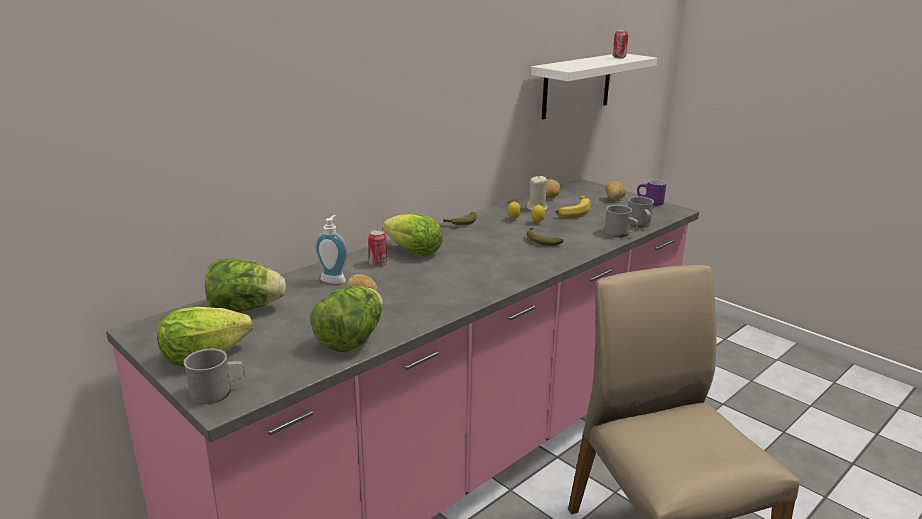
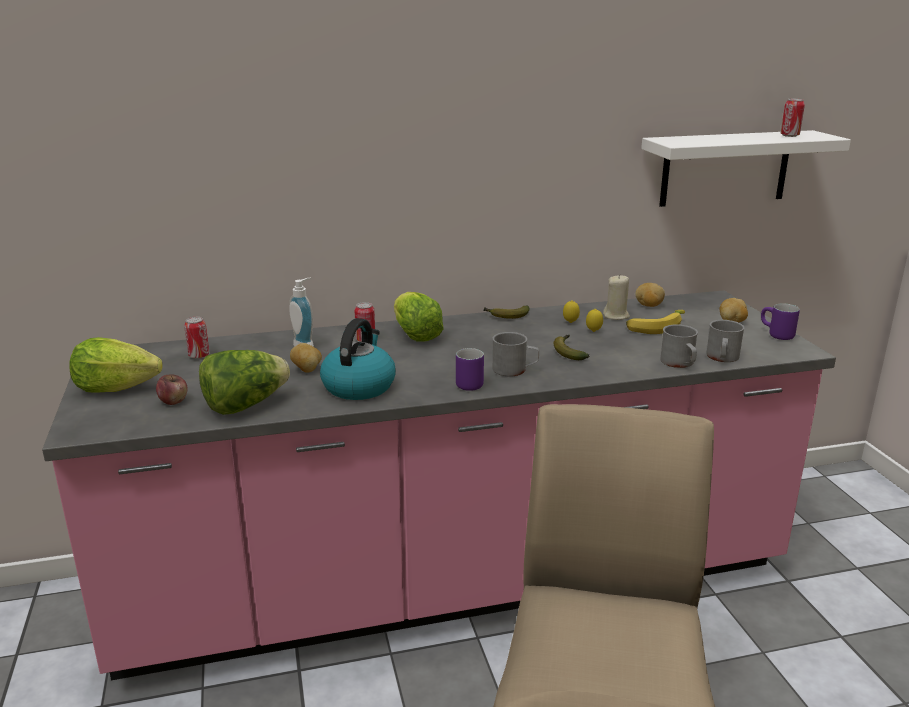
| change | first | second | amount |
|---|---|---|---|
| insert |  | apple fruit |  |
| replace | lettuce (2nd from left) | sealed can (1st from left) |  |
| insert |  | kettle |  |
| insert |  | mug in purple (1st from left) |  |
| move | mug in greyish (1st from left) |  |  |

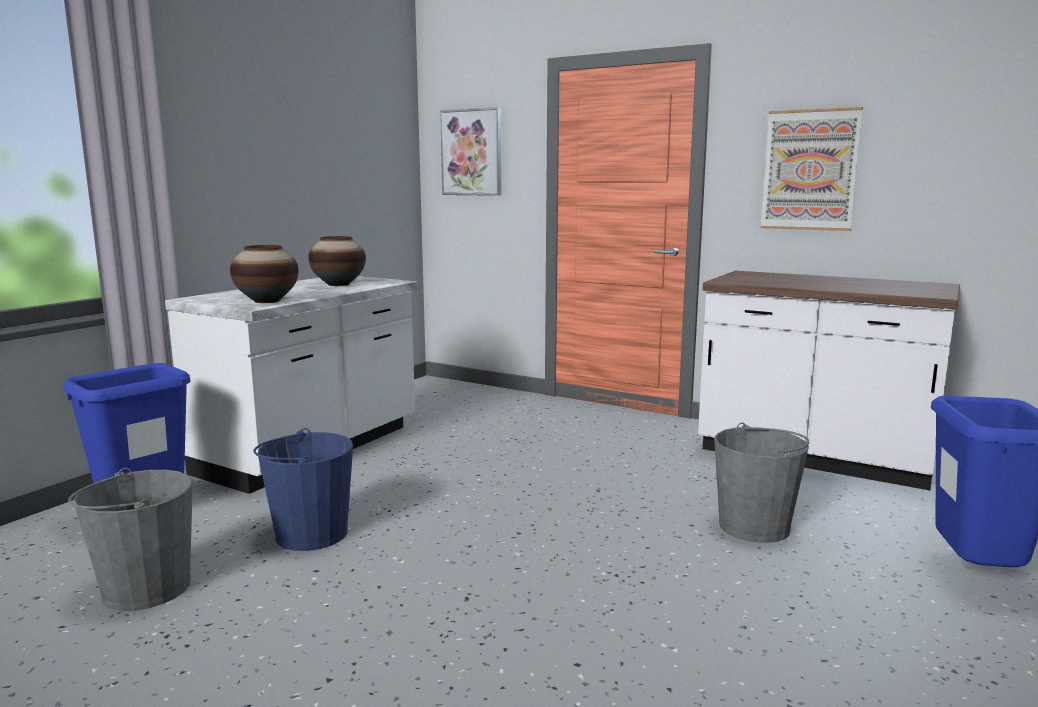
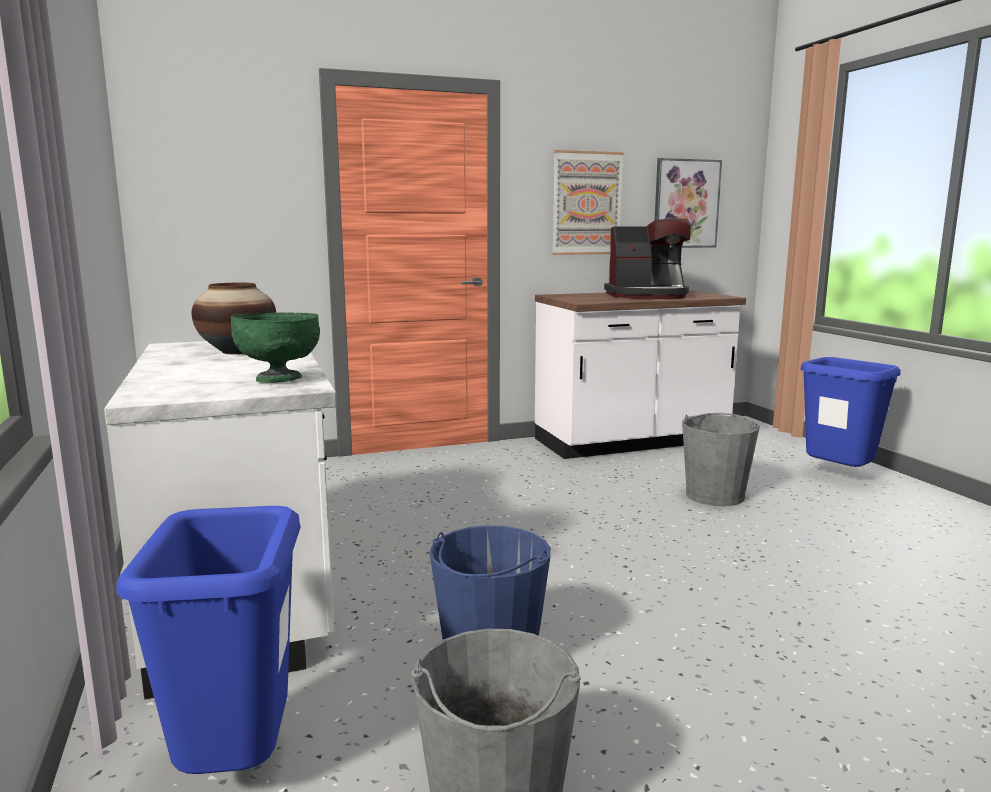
| change | first | second | amount |
|---|---|---|---|
| replace | decorative vase (1st from left) | deep dish in greenish |  |
| insert |  | coffee machine |  |
| move | wall art (1st from left in the first image) | wall art (2nd from left) |  |

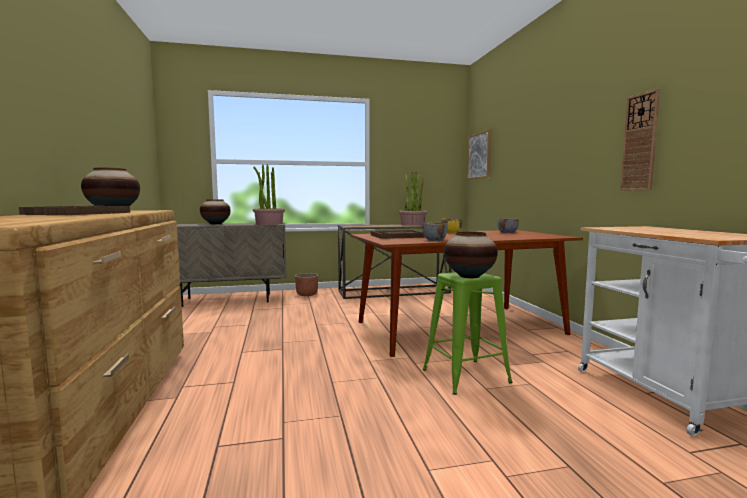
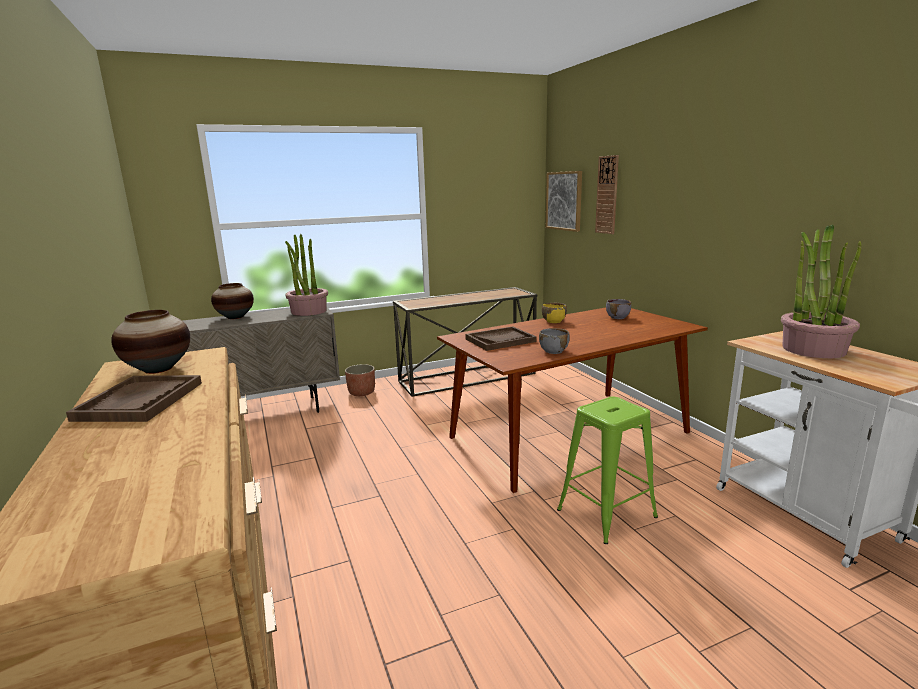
| change | first | second | amount |
|---|---|---|---|
| move | clock on the wall |  |  |
| move | houseplant (2nd from left) |  |  |
| delete | decorative vase (3rd from left) |  |  |

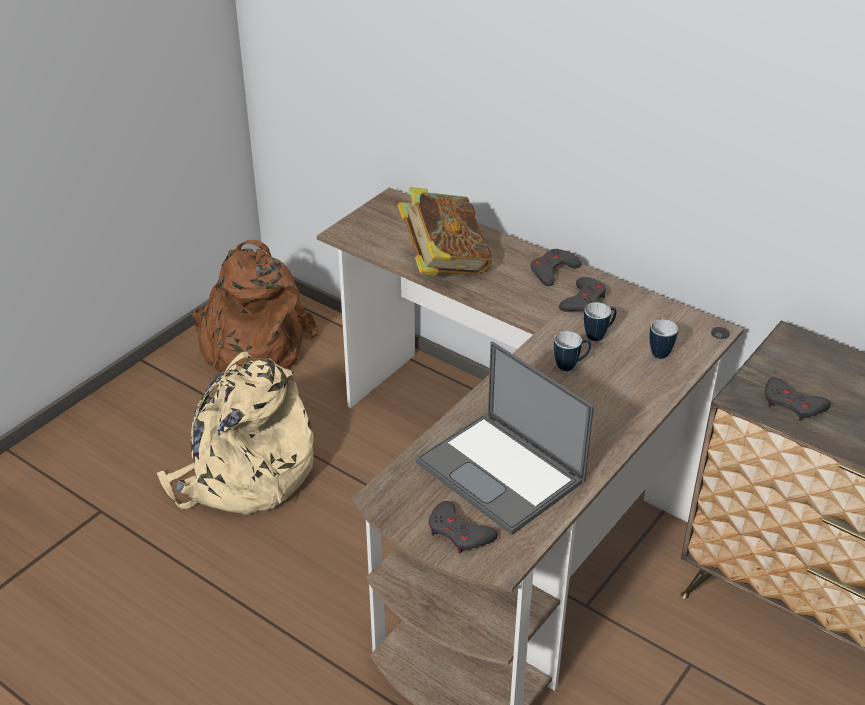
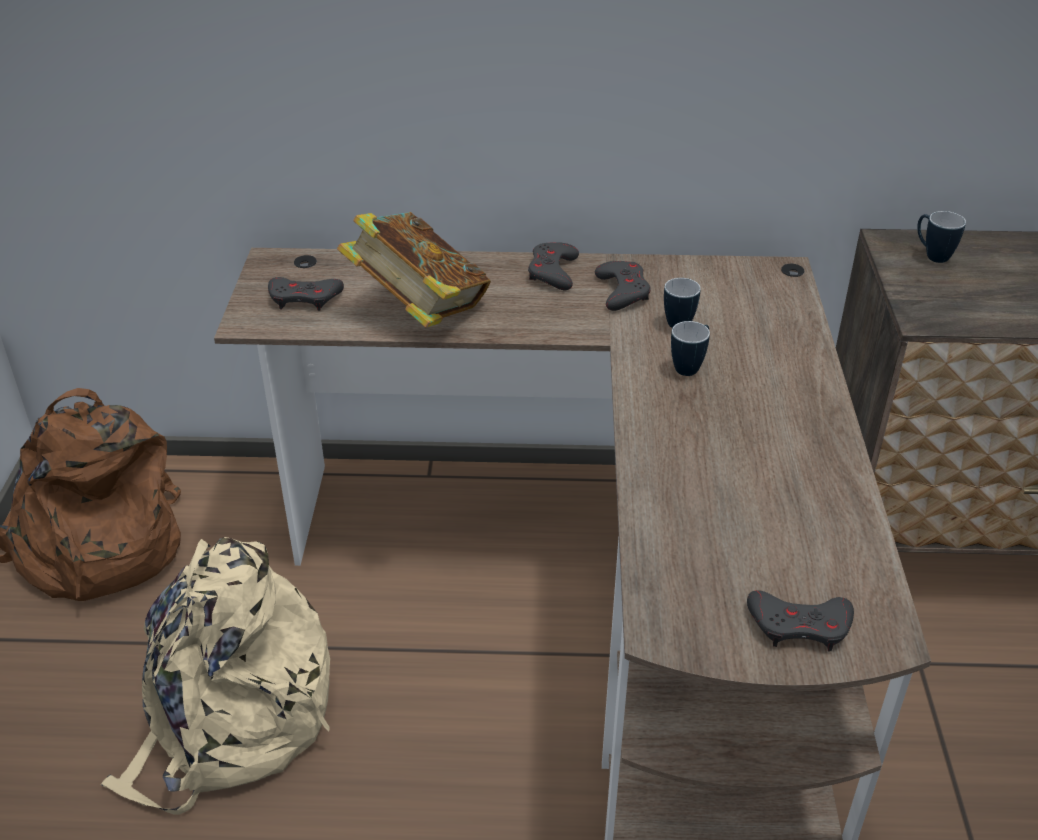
| change | first | second | amount |
|---|---|---|---|
| move | joypad in greyish (4th from left in the first image) | joypad in greyish (1st from left) |  |
| move | mug (3rd from left) |  |  |
| delete | laptop |  |  |

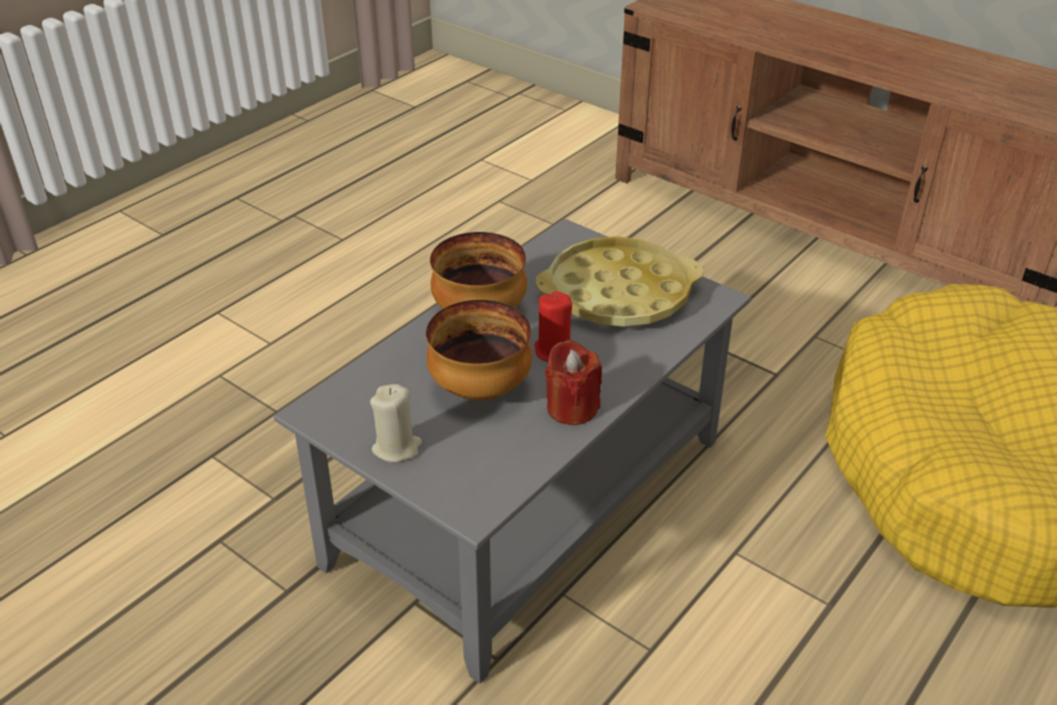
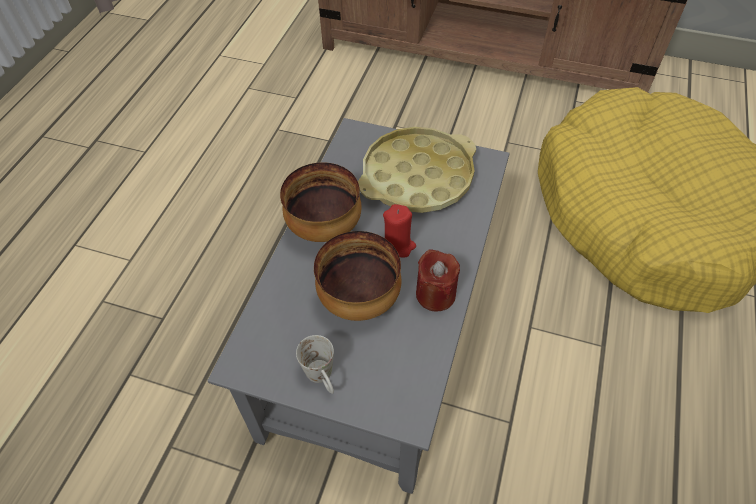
| change | first | second | amount |
|---|---|---|---|
| replace | candle in beige-coloured | mug in white |  |

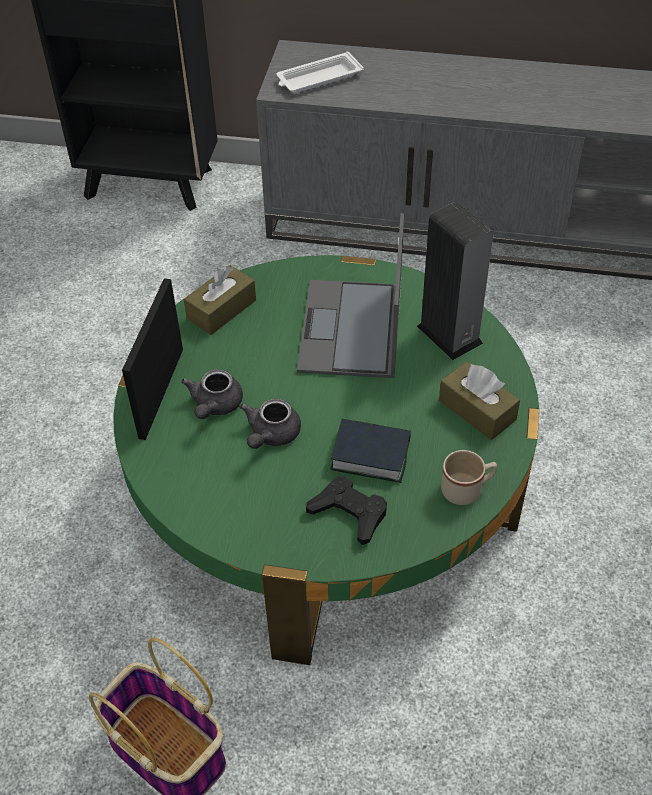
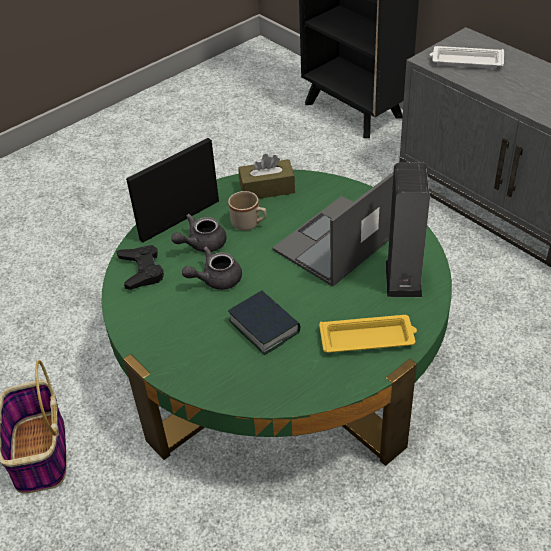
| change | first | second | amount |
|---|---|---|---|
| move | joypad in black |  |  |
| move | mug in beige-coloured |  |  |
| replace | box of tissues in brown (2nd from left) | serving tray in yellow |  |

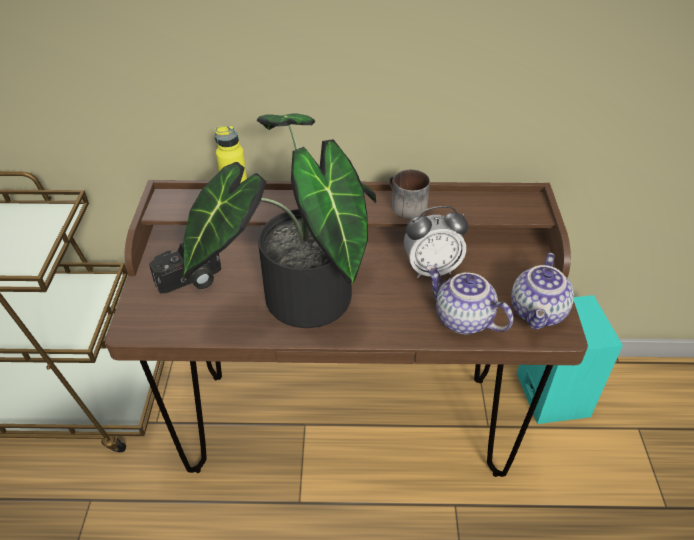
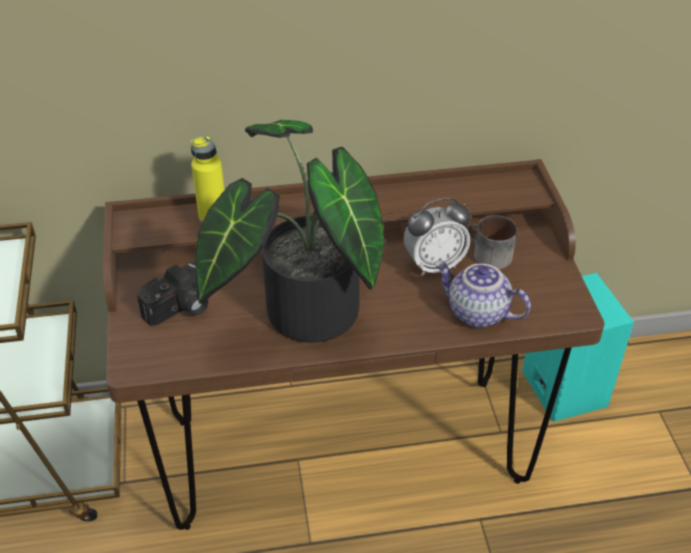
| change | first | second | amount |
|---|---|---|---|
| move | mug |  |  |
| delete | tea pot (2nd from left) |  |  |

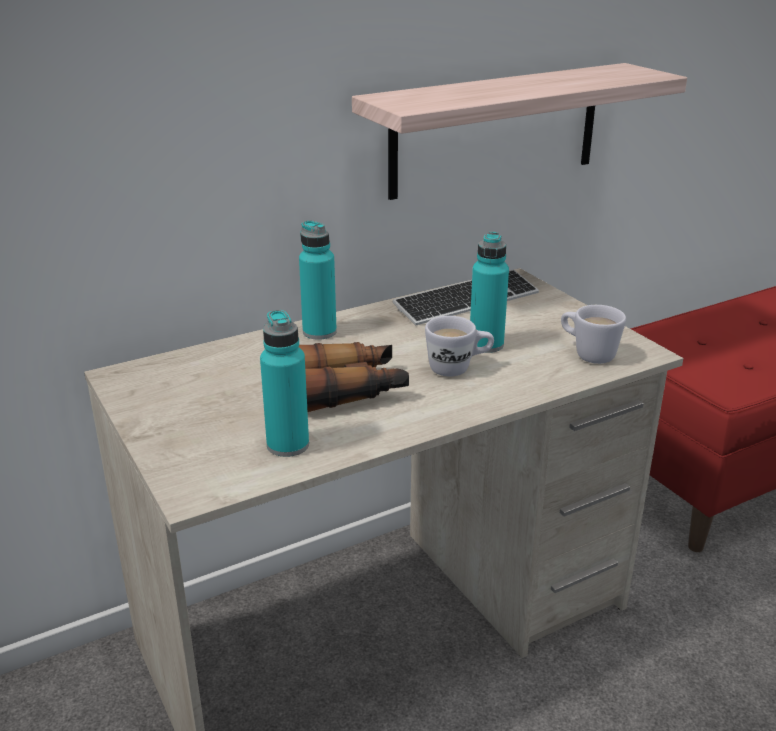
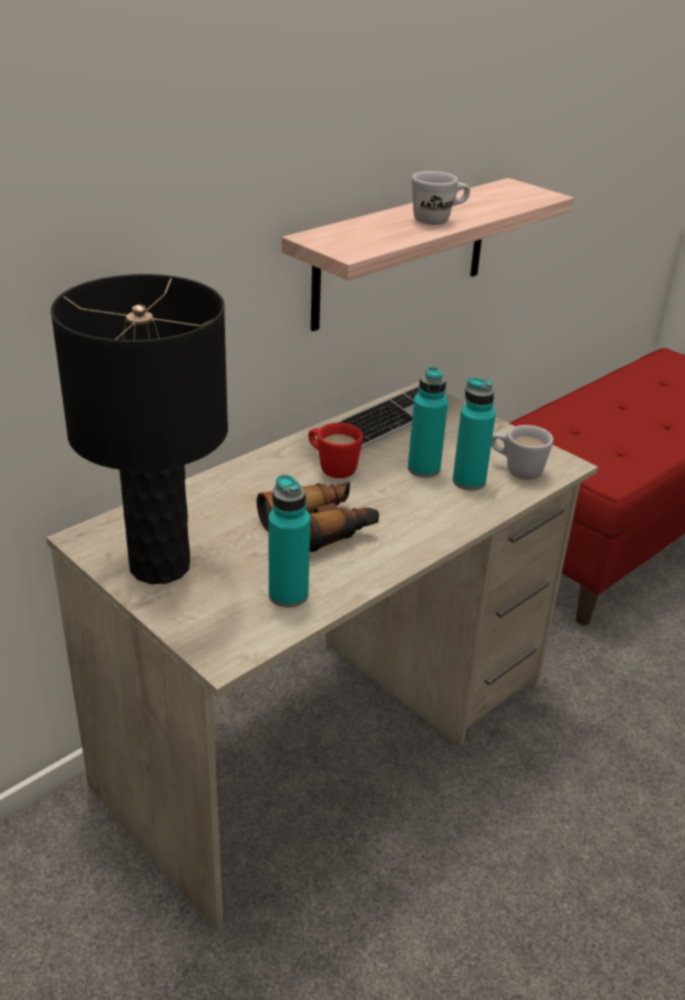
| change | first | second | amount |
|---|---|---|---|
| insert |  | table lamp in black |  |
| insert |  | mug in reddish |  |
| move | mug in white (1st from left) |  |  |
| move | beverage bottle in turquoise-coloured (2nd from left in the first image) | beverage bottle in turquoise-coloured (3rd from left) |  |

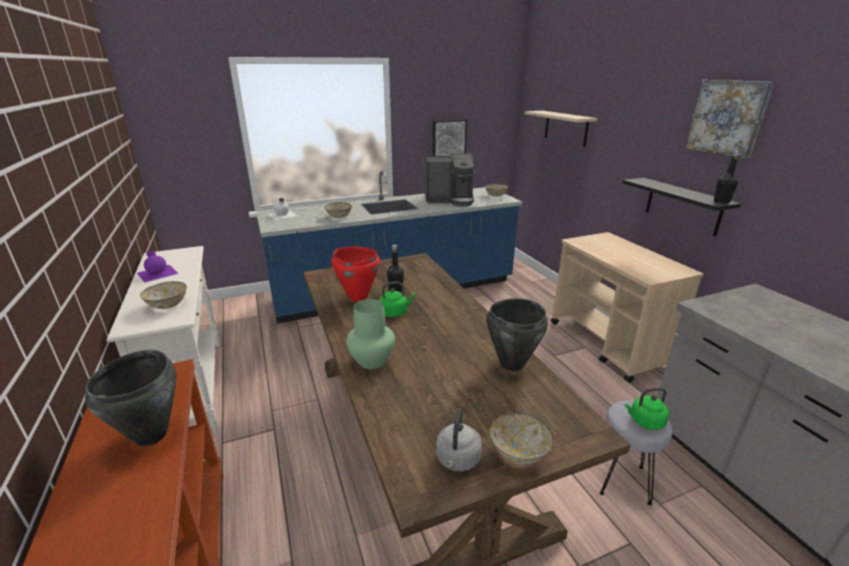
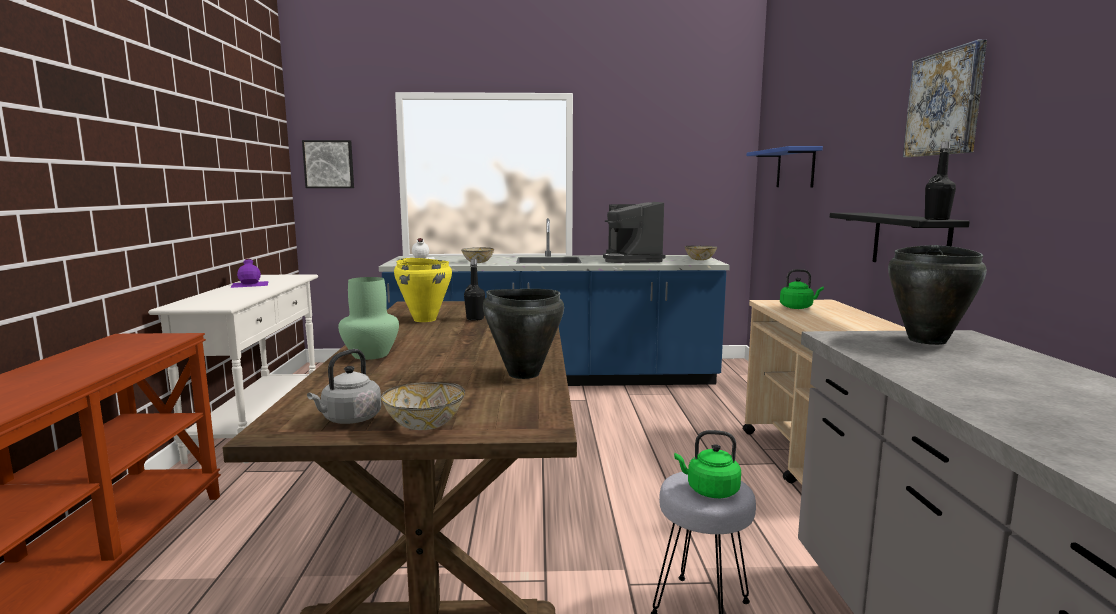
| change | first | second | amount |
|---|---|---|---|
| move | wall art (1st from left) |  |  |
| recolor | cooking pot in reddish | cooking pot in yellow |  |
| rotate | coffee machine |  | 60 degrees clockwise |
| recolor | bracket shelf in beige-coloured | bracket shelf in blue-coloured |  |
| move | kettle in greenish (1st from left in the first image) | kettle in greenish (2nd from left) |  |
| move | cooking pot in black (1st from left in the first image) | cooking pot in black (2nd from left) |  |
| delete | deep dish (1st from left) |  |  |

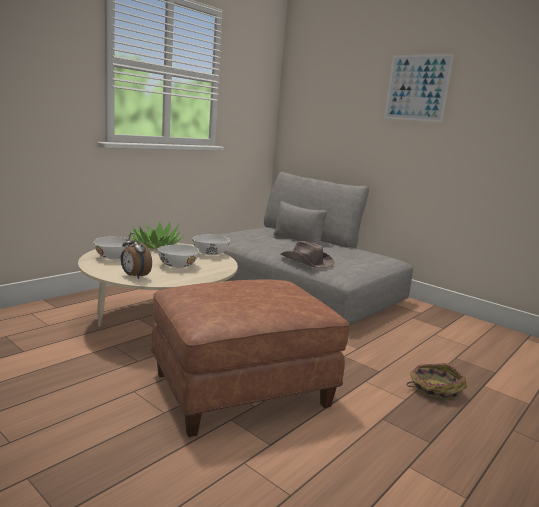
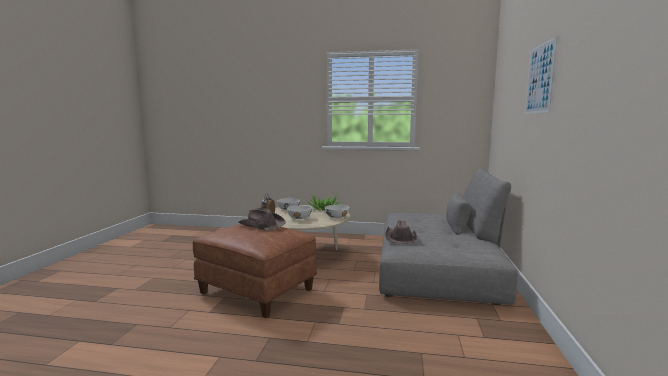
| change | first | second | amount |
|---|---|---|---|
| insert |  | wearable hat in brown (1st from left) |  |
| delete | household basket |  |  |

